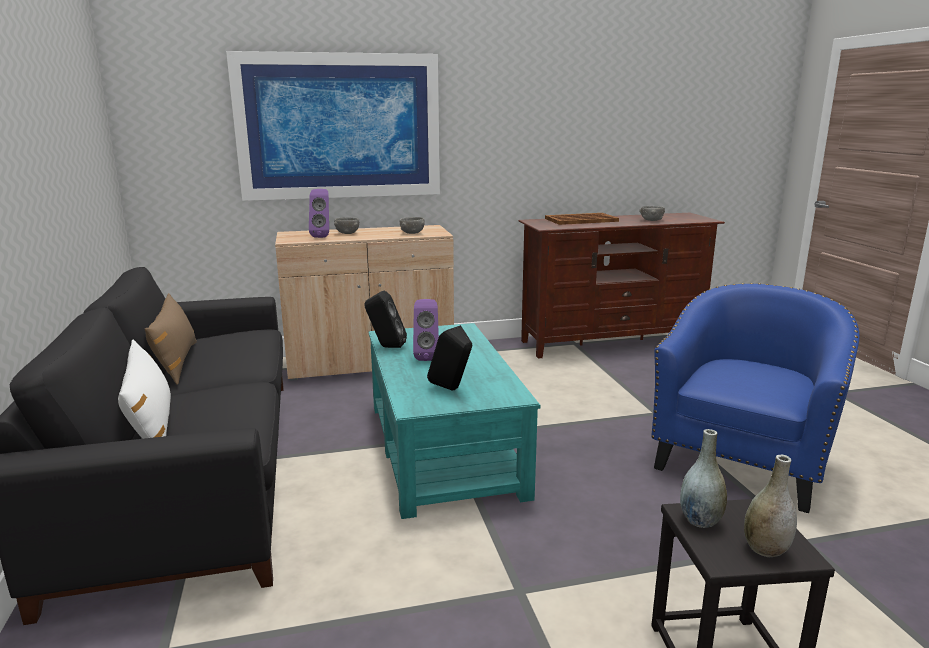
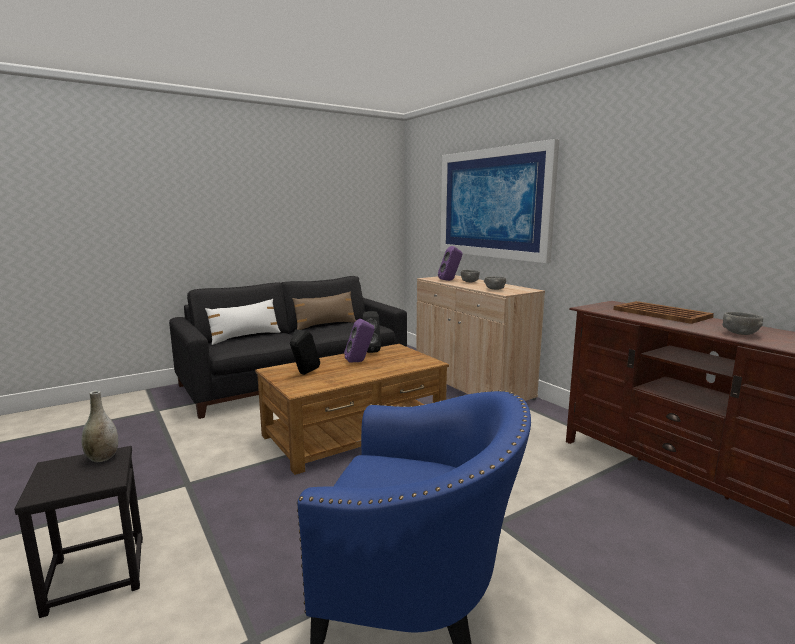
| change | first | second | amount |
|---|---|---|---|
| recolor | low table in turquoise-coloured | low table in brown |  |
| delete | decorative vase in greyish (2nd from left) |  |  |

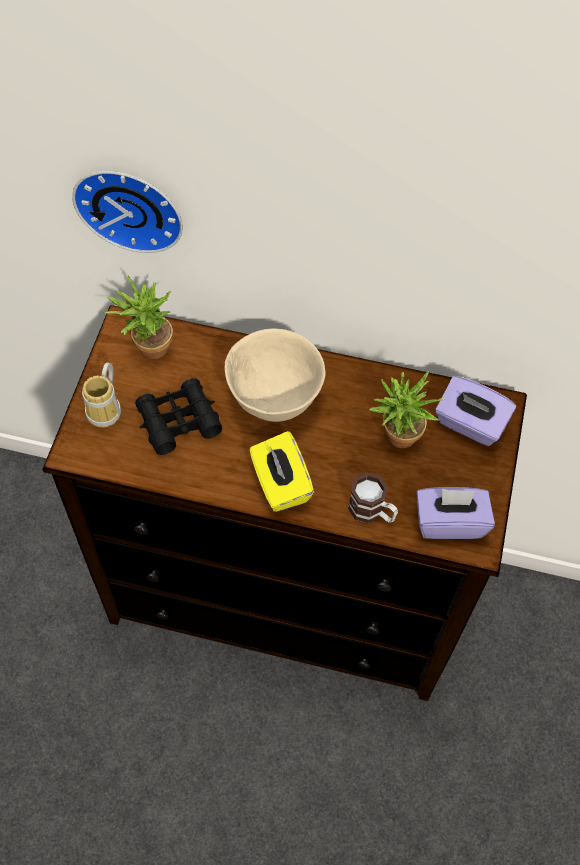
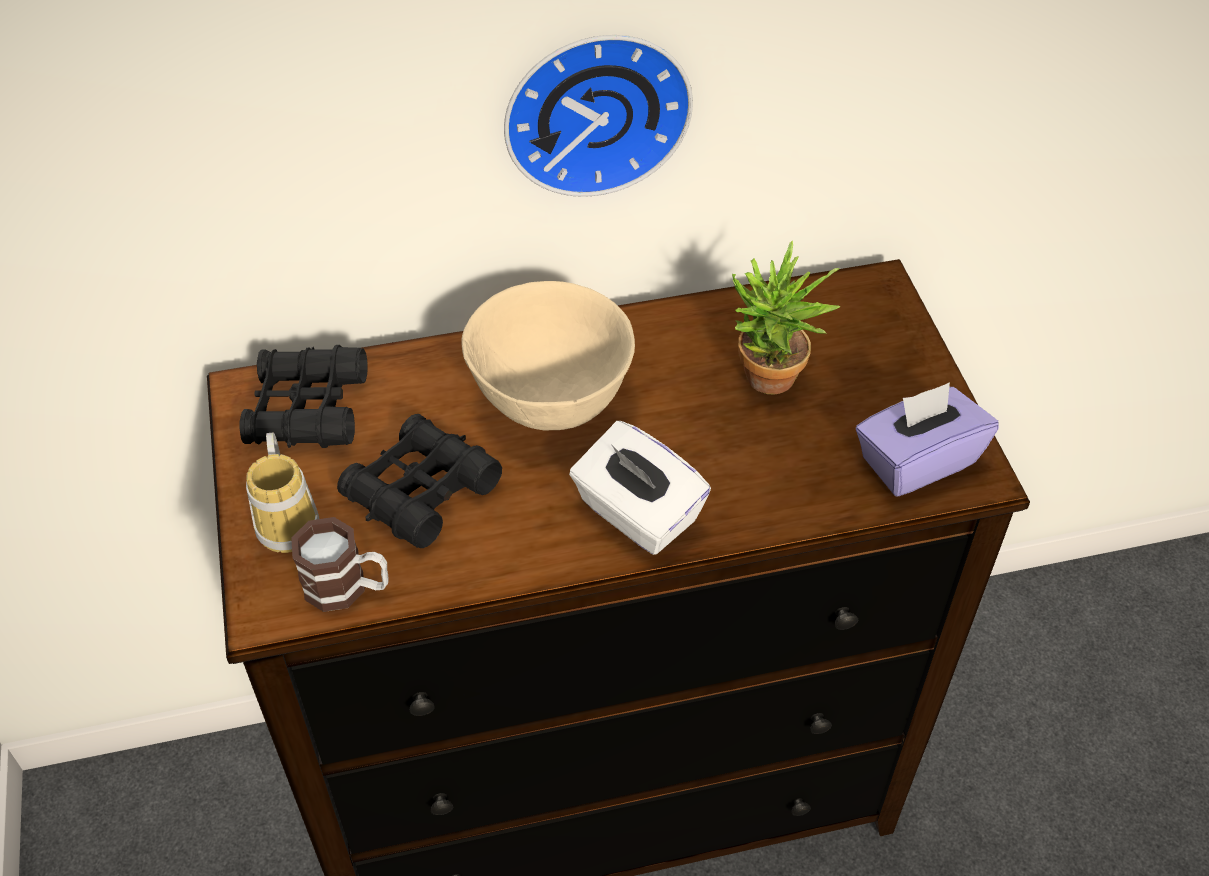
| change | first | second | amount |
|---|---|---|---|
| replace | houseplant (1st from left) | field glasses in black (1st from left) |  |
| move | mug (2nd from left) |  |  |
| move | clock on the wall |  |  |
| recolor | box of tissues in yellow | box of tissues in white |  |
| delete | box of tissues in purple (2nd from left) |  |  |

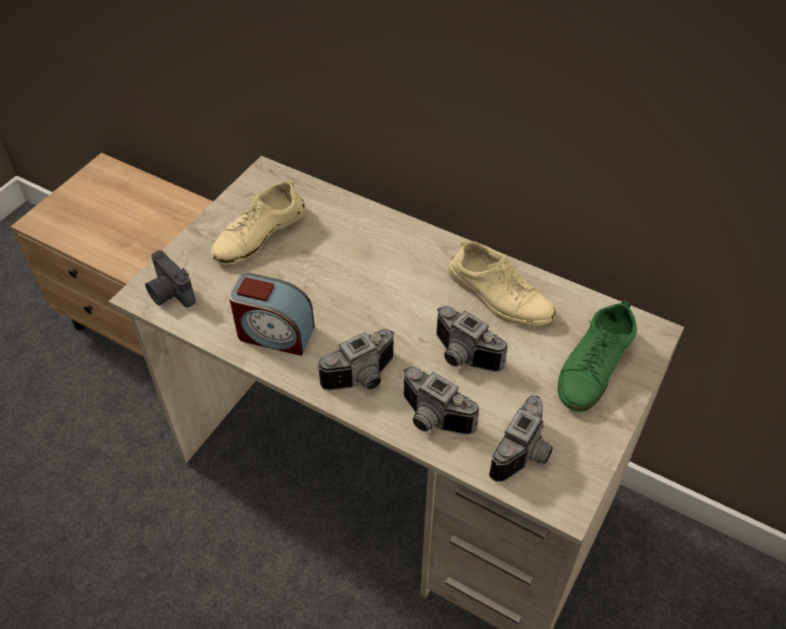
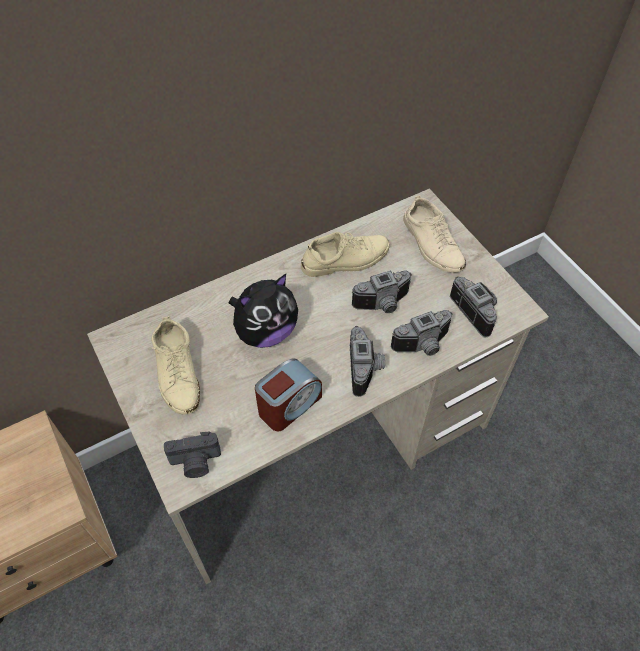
| change | first | second | amount |
|---|---|---|---|
| insert |  | plush toy |  |
| recolor | shoe in greenish | shoe in beige-coloured (3rd from left) |  |

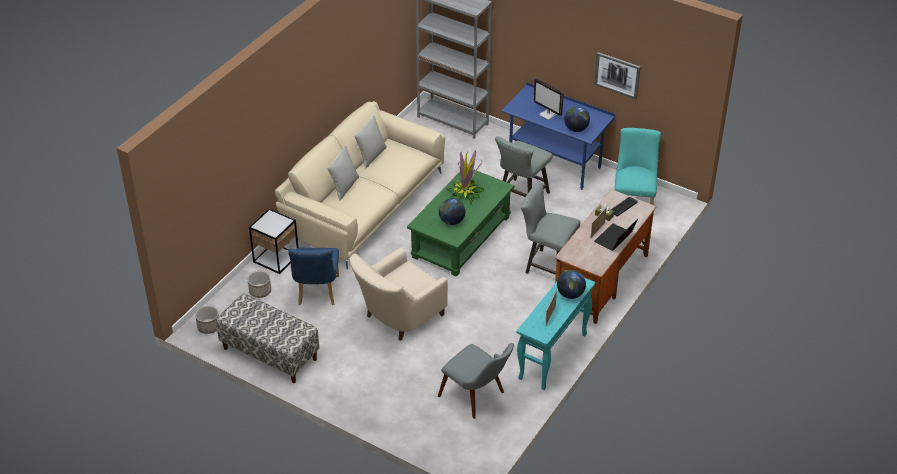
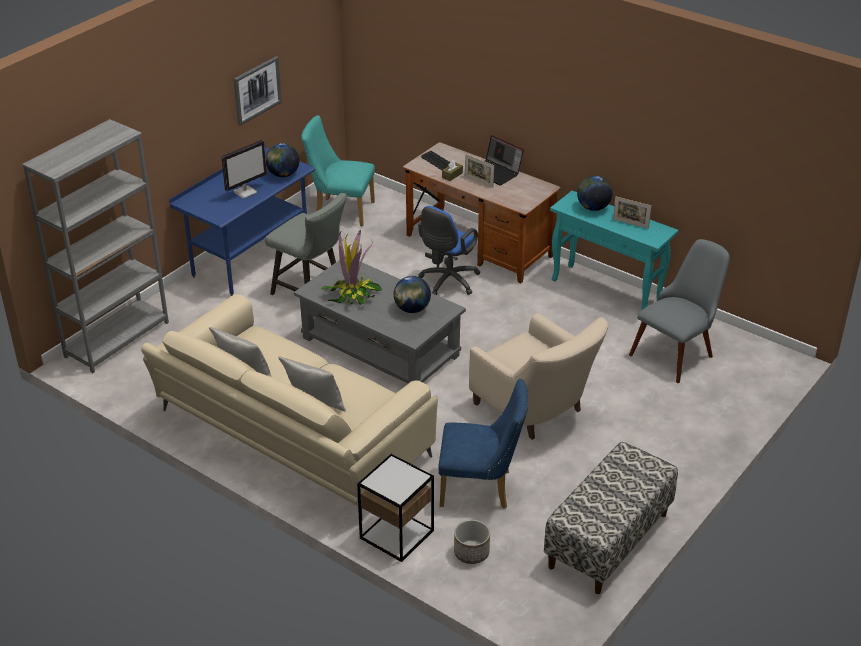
| change | first | second | amount |
|---|---|---|---|
| recolor | low table in greenish | low table in greyish |  |
| replace | stool seat in greyish (2nd from left) | office chair in blue-coloured |  |
| delete | flower pot (1st from left) |  |  |

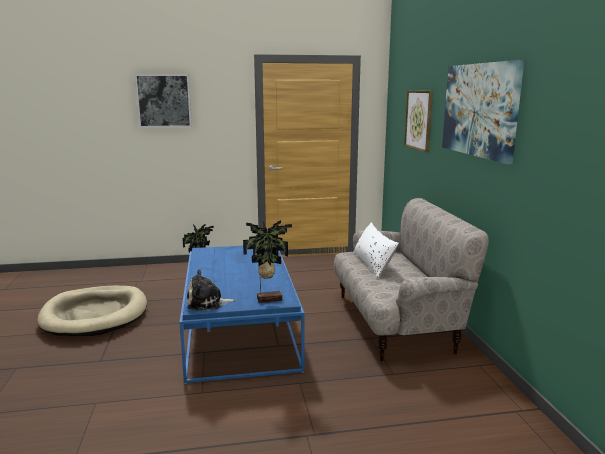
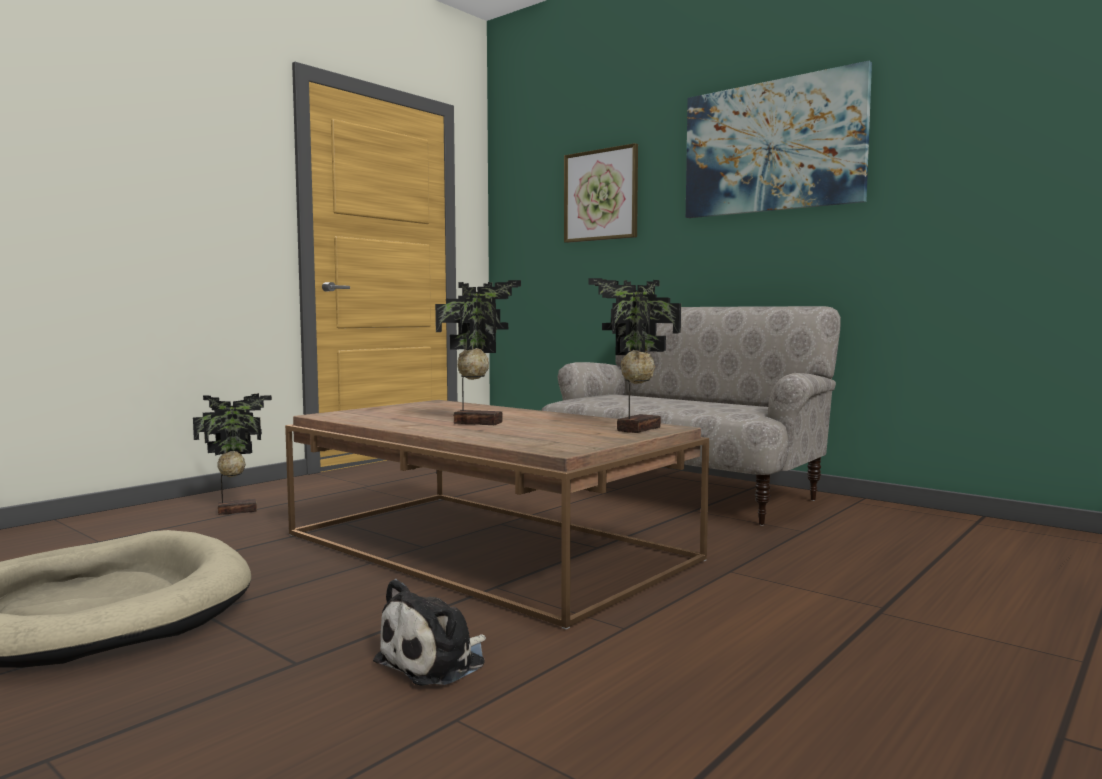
| change | first | second | amount |
|---|---|---|---|
| recolor | low table in blue-coloured | low table in brown |  |
| move | plush toy |  |  |
| insert |  | houseplant (2nd from left) |  |
| delete | wall art (1st from left) |  |  |
| delete | pillow in white |  |  |

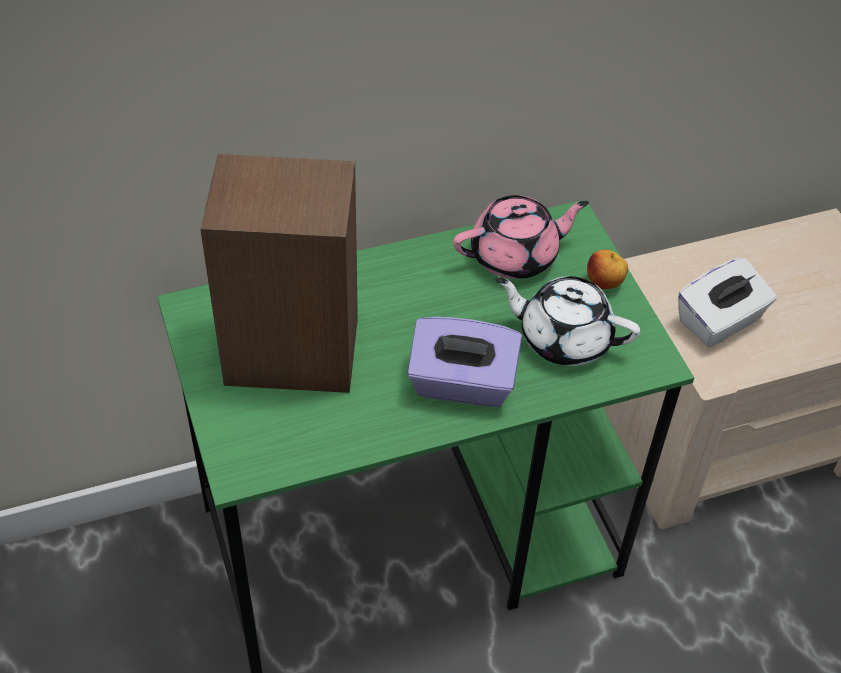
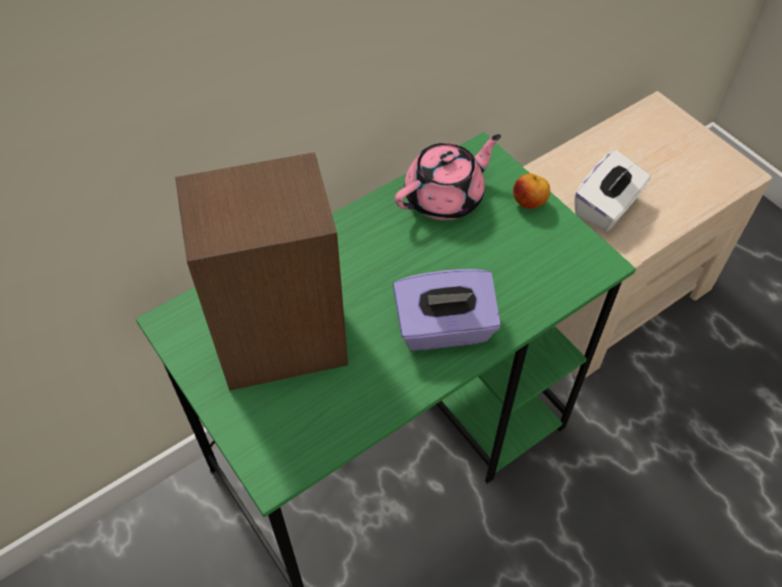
| change | first | second | amount |
|---|---|---|---|
| delete | tea pot in white |  |  |

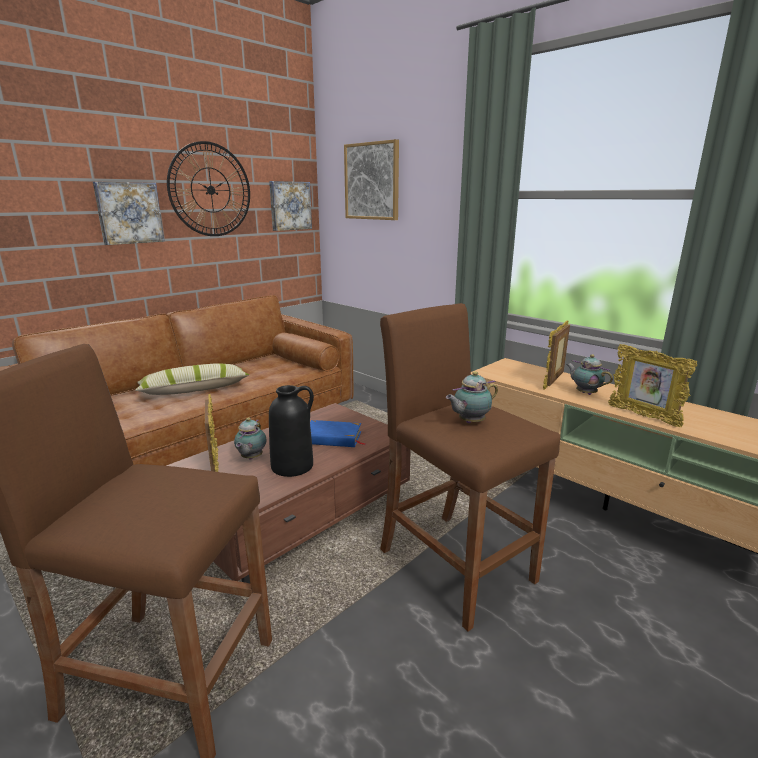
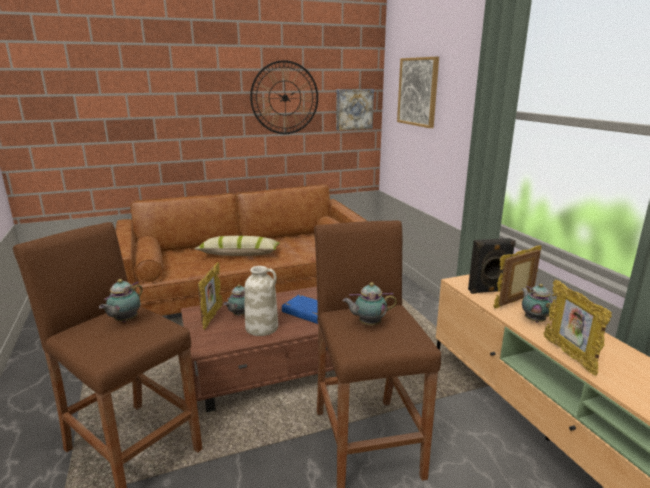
| change | first | second | amount |
|---|---|---|---|
| insert |  | tea pot (1st from left) |  |
| recolor | decorative vase in black | decorative vase in white |  |
| insert |  | speaker in black |  |
| delete | wall art (1st from left) |  |  |

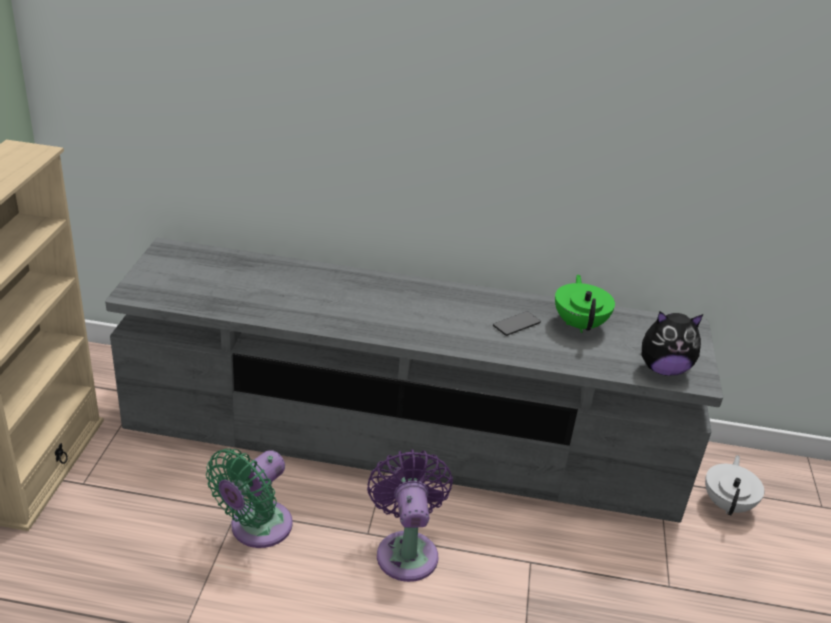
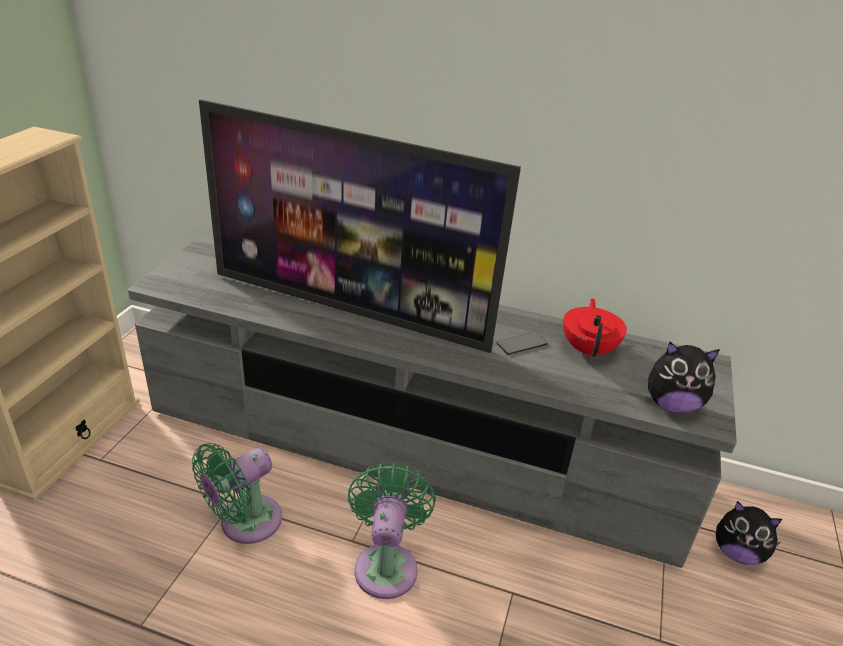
| change | first | second | amount |
|---|---|---|---|
| insert |  | TV |  |
| recolor | fan in purple | fan in greenish (2nd from left) |  |
| recolor | tea pot in greenish | tea pot in reddish |  |
| replace | tea pot in white | plush toy (2nd from left) |  |

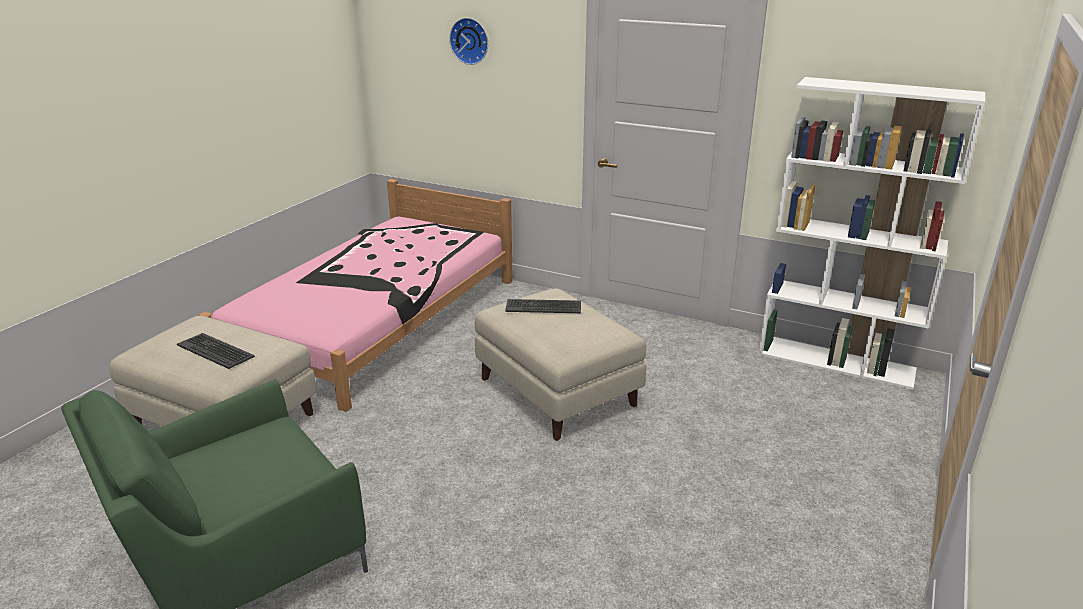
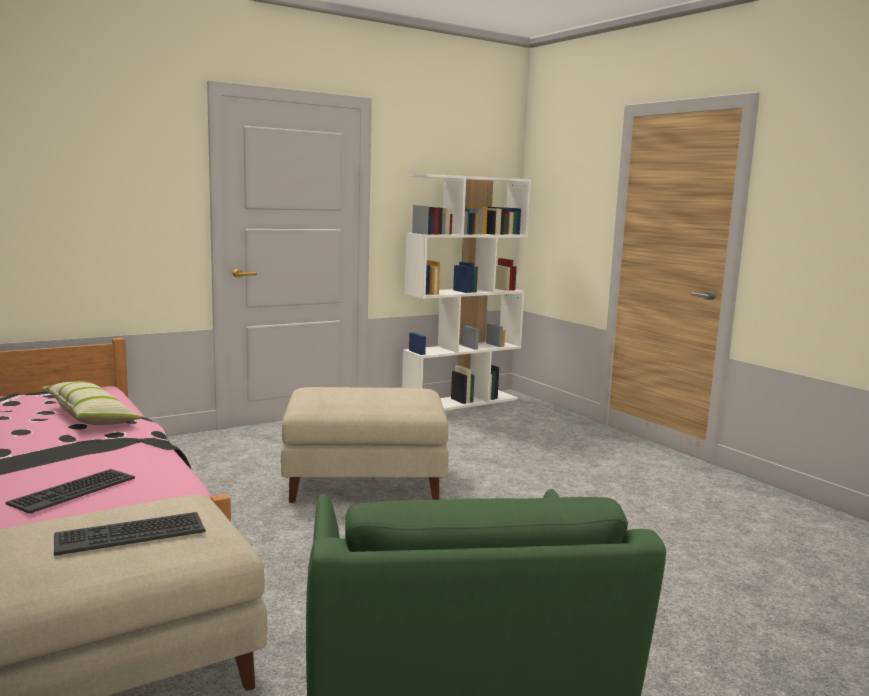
| change | first | second | amount |
|---|---|---|---|
| move | keyboard (2nd from left in the first image) | keyboard (1st from left) |  |
| insert |  | pillow |  |
| delete | clock on the wall |  |  |

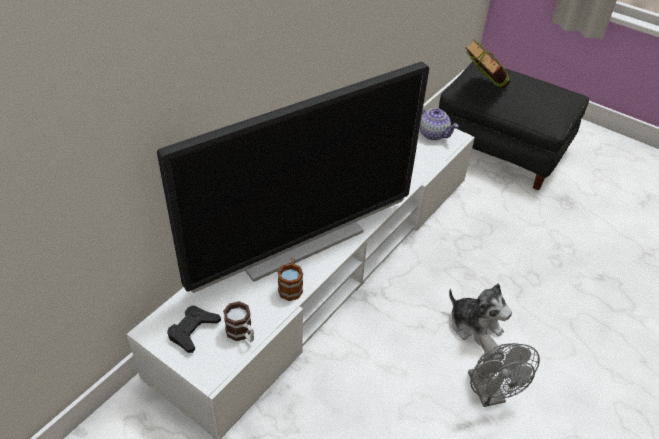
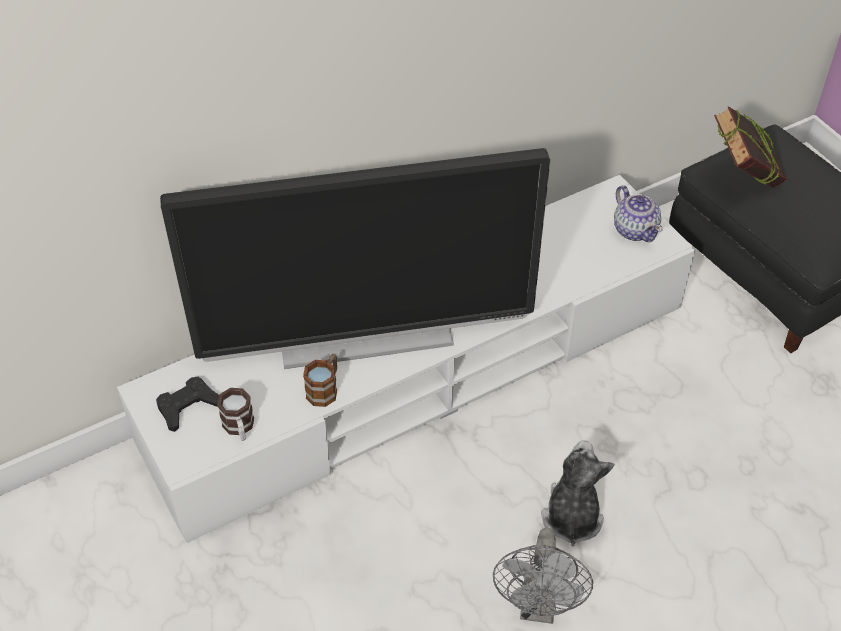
| change | first | second | amount |
|---|---|---|---|
| rotate | plush toy |  | 150 degrees counterclockwise |

